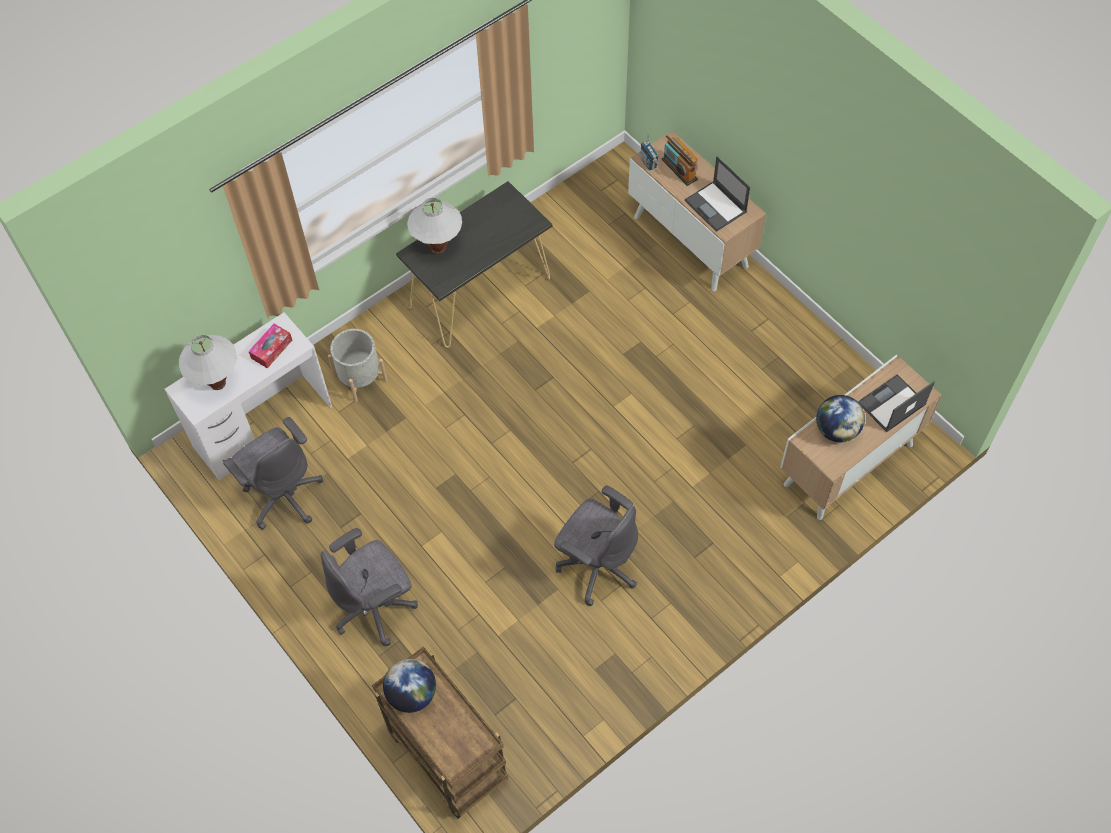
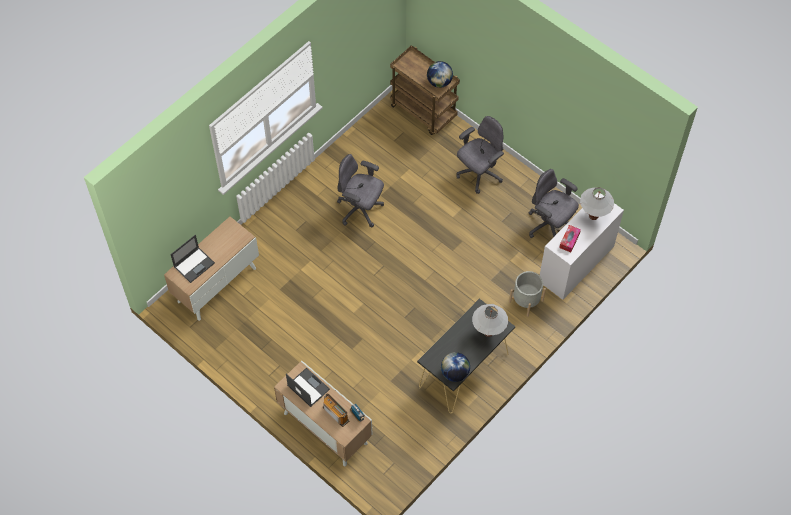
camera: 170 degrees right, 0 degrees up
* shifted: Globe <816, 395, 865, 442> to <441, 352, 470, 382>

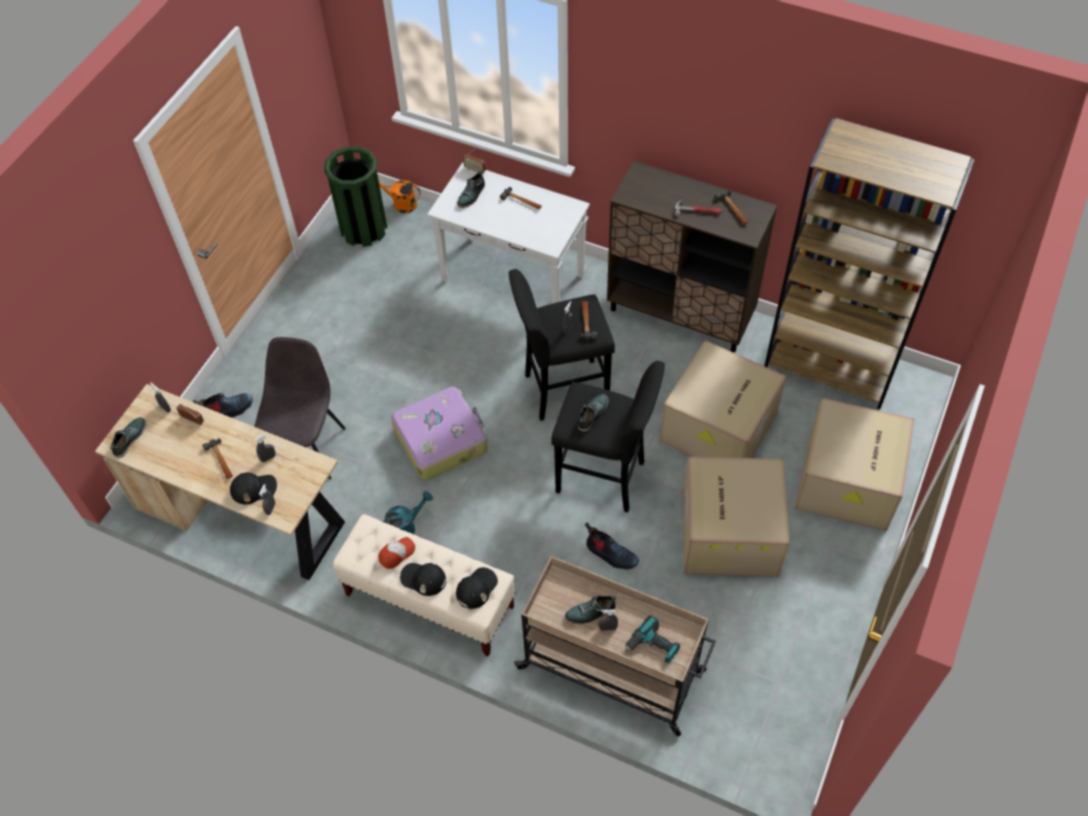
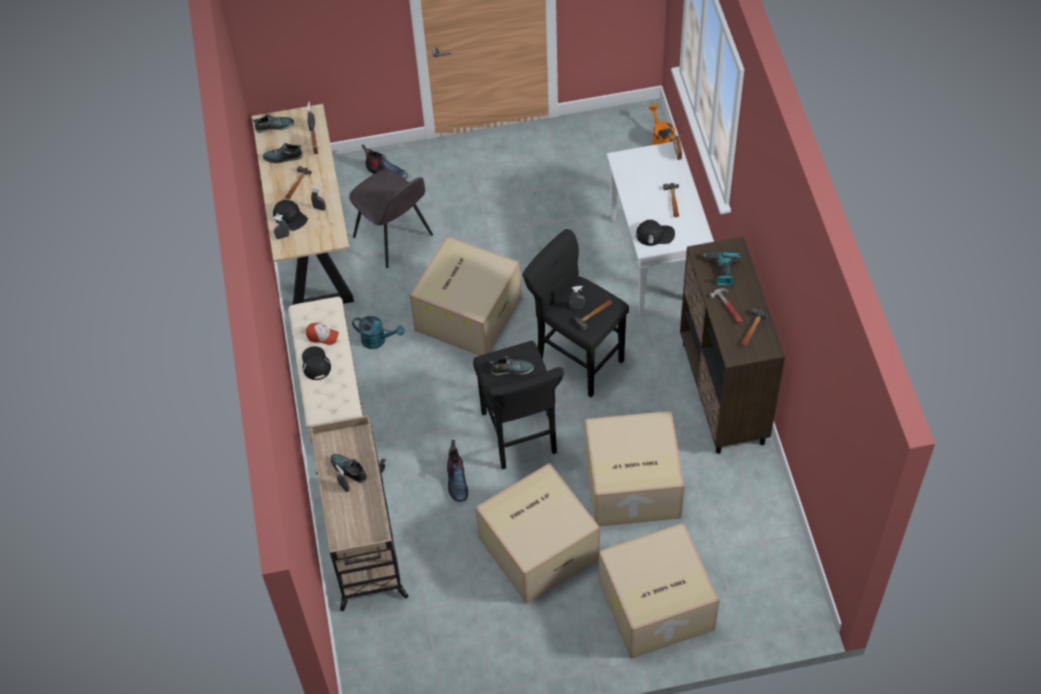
camera: 55 degrees right, 0 degrees up
* gone: BrownBookcase <764, 118, 975, 409>
* gone: GreenTrashCan <324, 147, 387, 247>
* shifted: Shoe <457, 170, 485, 208> to <263, 143, 303, 163>
* rotated: GreyChair <254, 337, 346, 479> = <349, 169, 433, 268> 75 degrees clockwise
* swapped: Suitcase <391, 387, 488, 481> to CardboardBox <410, 236, 522, 356>
* shifted: BlackCap <456, 567, 498, 609> to <636, 220, 675, 246>
* shifted: PowerDrill <625, 615, 680, 663> to <702, 251, 741, 286>

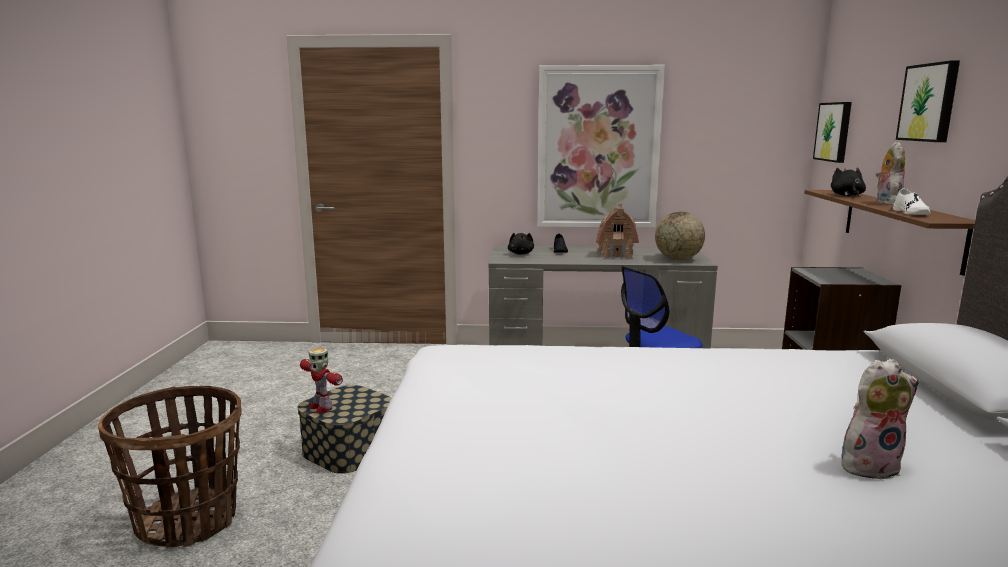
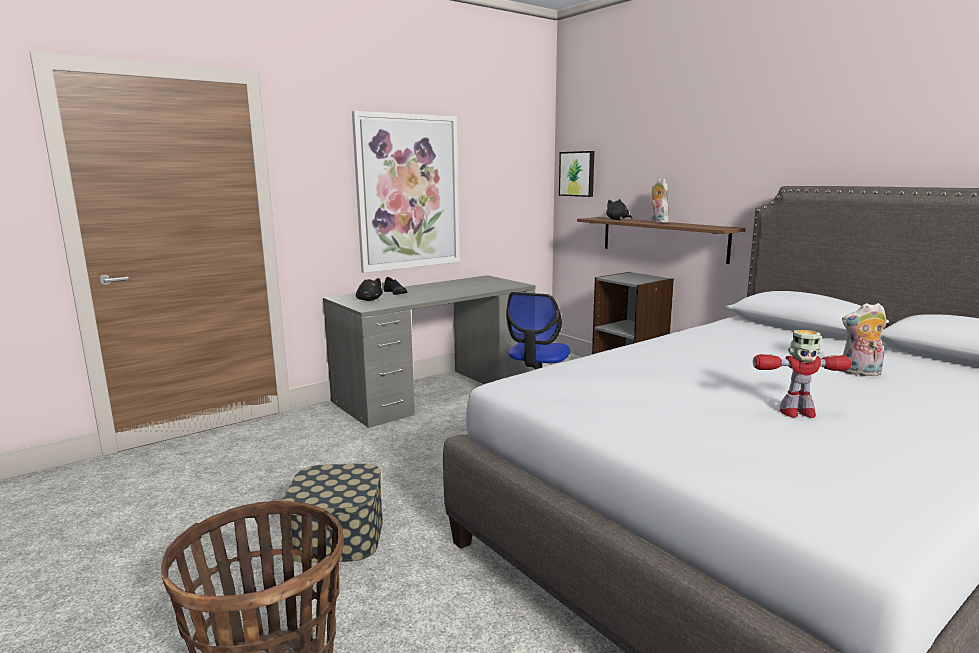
camera: 40 degrees left, 0 degrees up
* gone: Picture <896, 60, 960, 142>
* gone: WhiteShoe <893, 188, 930, 215>
* gone: ToyHouse <596, 203, 639, 258>
* gone: Globe <655, 212, 705, 260>
* shifted: ToyRobot <300, 348, 343, 413> to <753, 330, 852, 418>
* rotated: PlushToy <841, 359, 918, 481> = <842, 303, 887, 376> 120 degrees counterclockwise

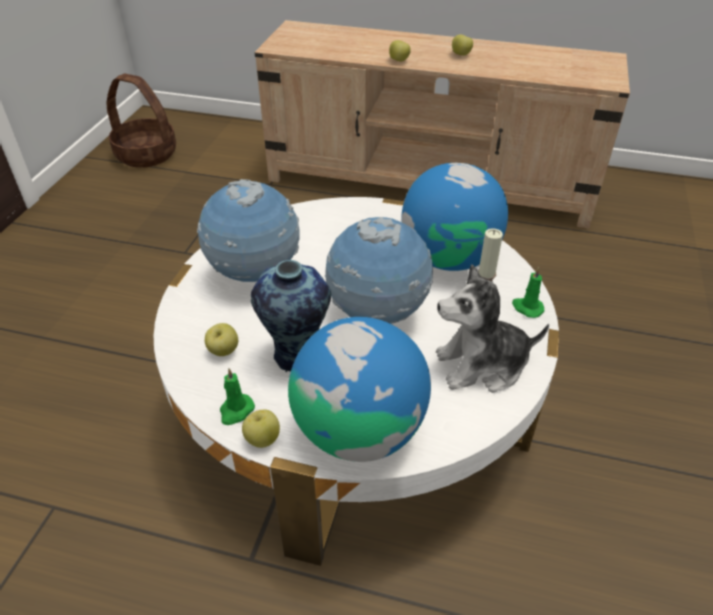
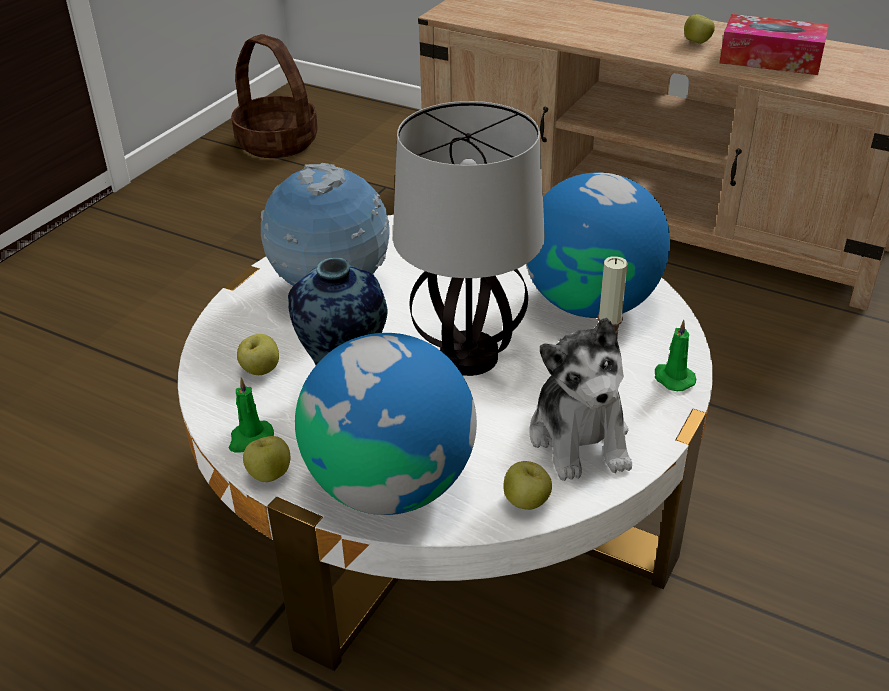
camera: 15 degrees right, 5 degrees down
* shifted: Apple <389, 40, 411, 62> to <503, 461, 552, 510>
* swapped: Globe <325, 217, 433, 324> to TableLamp <393, 101, 545, 376>
* rotated: PlushToy <436, 264, 549, 393> = <529, 318, 632, 481> 105 degrees counterclockwise
* new: TissueBox <719, 14, 829, 75>

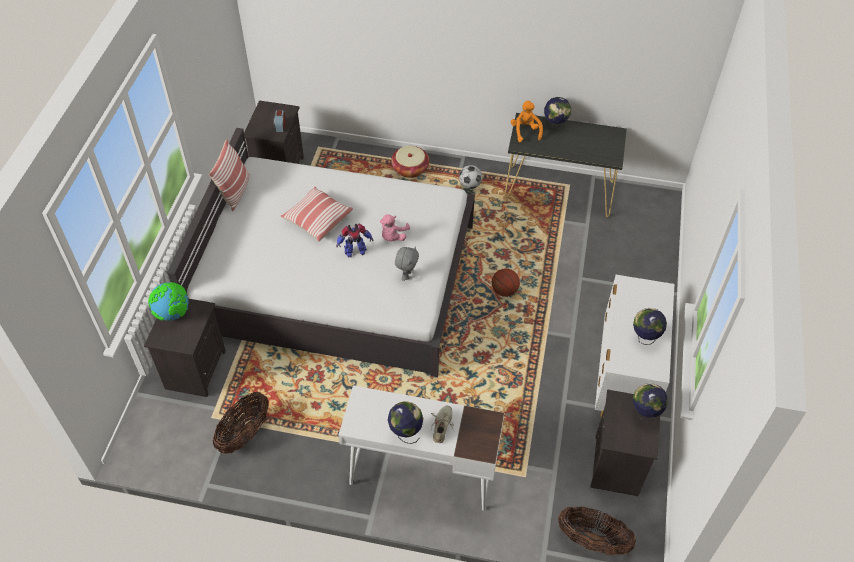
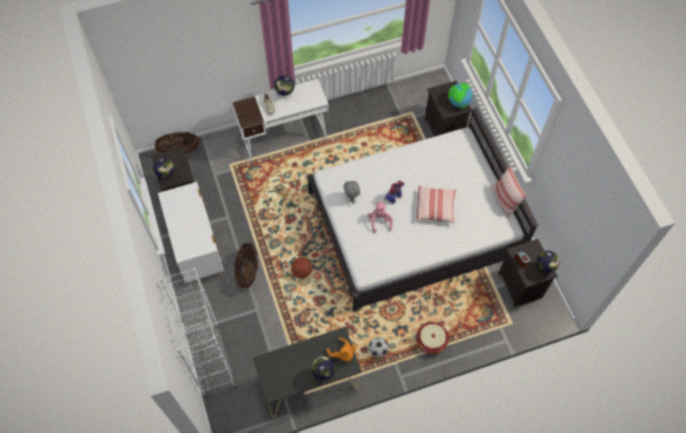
camera: 150 degrees right, 10 degrees up
* shifted: Globe <633, 308, 667, 345> to <537, 251, 560, 278>
* shifted: Basket <213, 392, 269, 454> to <234, 243, 258, 288>
* new: WhiteBookcase <159, 268, 236, 398>

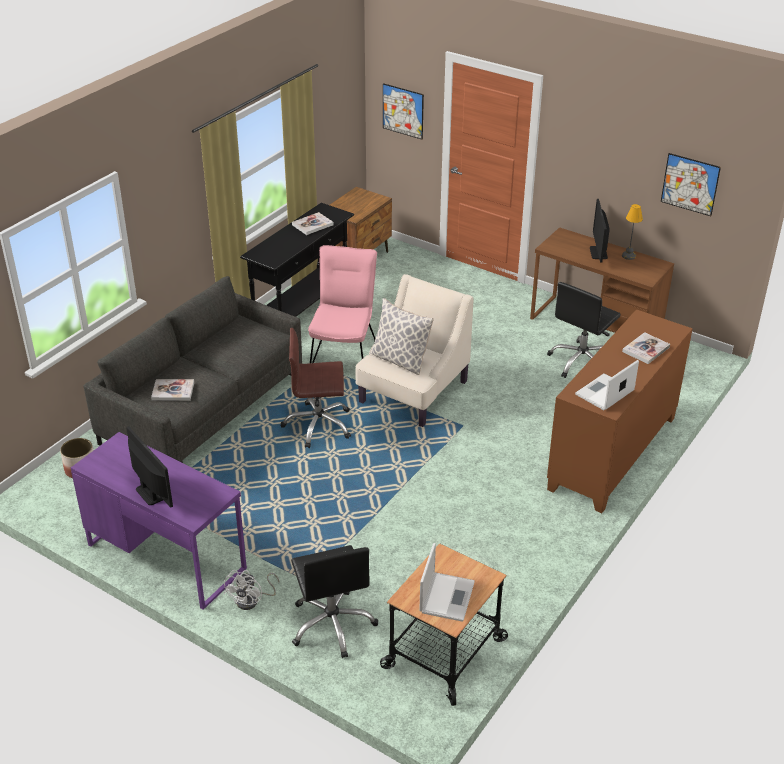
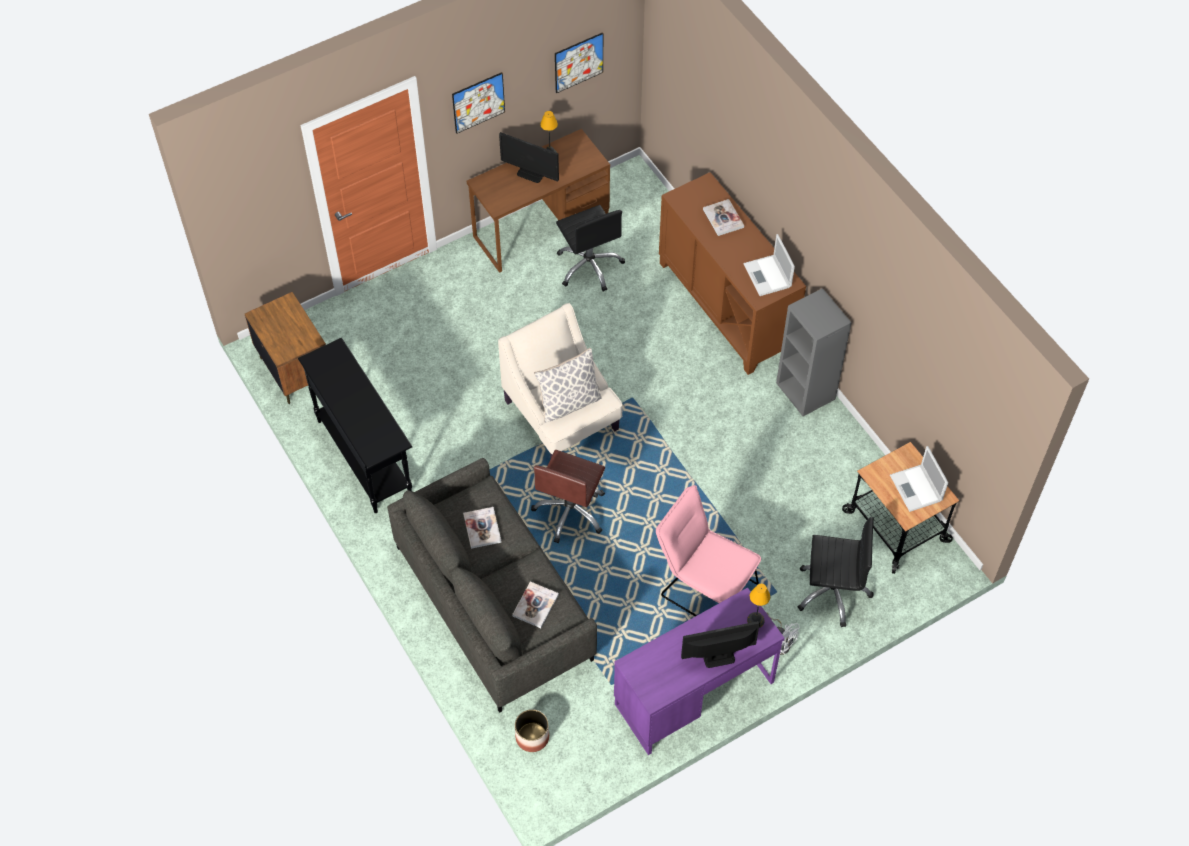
camera: 65 degrees left, 20 degrees up
* shifted: Picture <383, 83, 424, 140> to <452, 72, 505, 134>
* shifted: Book <292, 212, 334, 235> to <463, 507, 502, 549>
* shifted: PinkChair <308, 245, 377, 363> to <656, 485, 761, 616>
* rotated: Laptop <419, 543, 475, 622> = <890, 446, 948, 512> 150 degrees counterclockwise
* new: GreyBookcase <776, 288, 852, 416>
* new: TableLamp <747, 584, 770, 628>

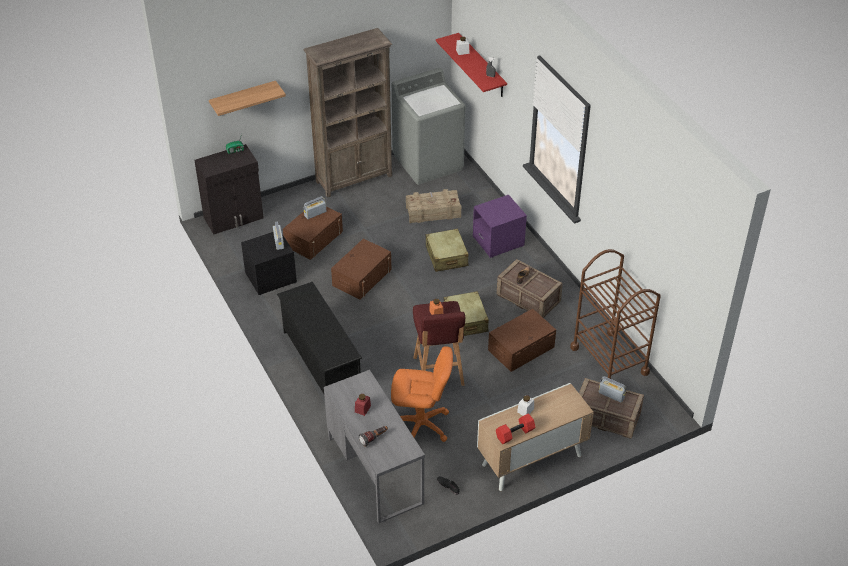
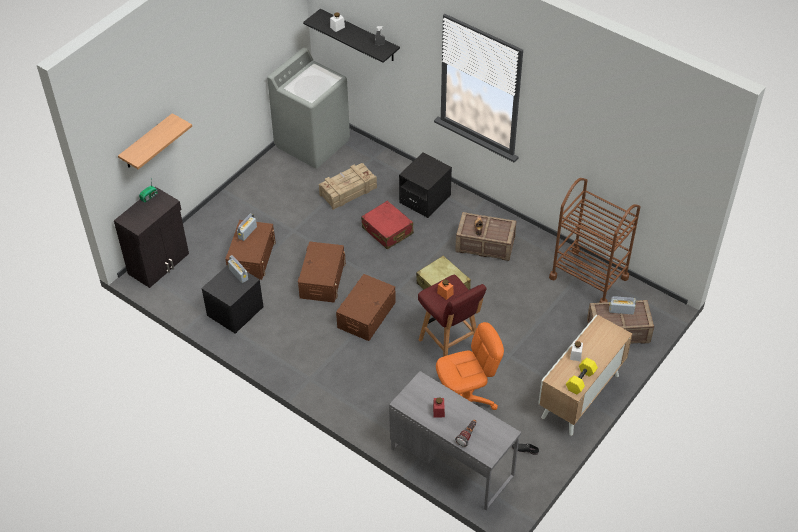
camera: 25 degrees left, 5 degrees up
* gone: BrownBookcase <304, 28, 392, 198>
* repainted: RedShelf <436, 33, 507, 97> to BlackShelf <303, 9, 400, 63>
* repainted: PurpleNightstand <473, 195, 527, 258> to BlackNightstand <399, 152, 452, 218>
* repainted: BeigeSuitcase <426, 229, 468, 272> to RedSuitcase <361, 201, 414, 249>
* gone: BlackShoeRack <277, 282, 362, 394>
* shifted: BrownStorageBox <488, 309, 556, 372> to <336, 274, 396, 341>
* repainted: RedDumbbell <496, 414, 536, 444> to YellowDumbbell <566, 358, 598, 395>

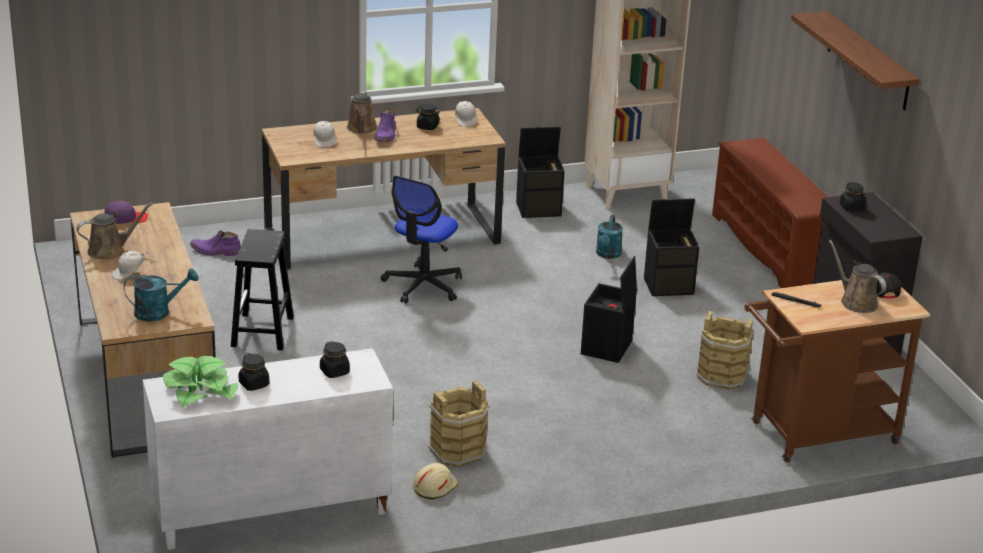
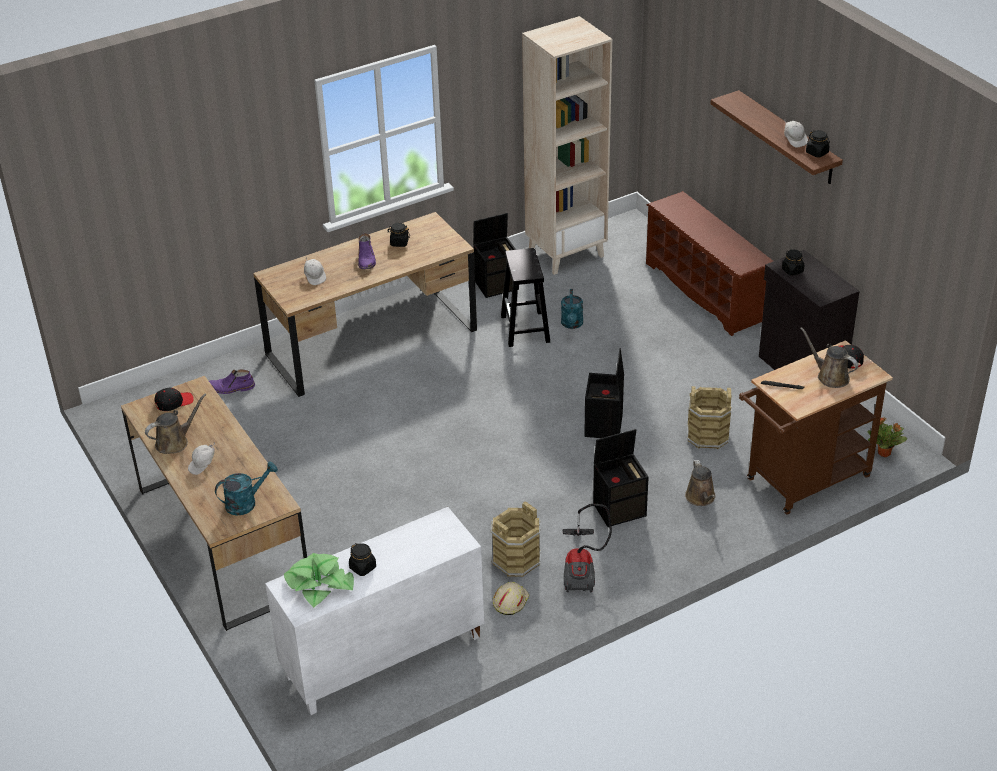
camera: 10 degrees left, 10 degrees up
* shifted: BrownWateringCan <346, 91, 377, 134> to <685, 460, 716, 506>
* shifted: WhiteCap <455, 100, 477, 127> to <784, 120, 808, 147>
* gone: OfficeChair <381, 176, 462, 303>
* shifted: BlackStorageBox <644, 198, 699, 296> to <593, 429, 649, 527>
* repainted: PurpleCap <104, 201, 148, 224> to BlackCap <155, 388, 194, 411>
* shifted: BlackStool <231, 229, 294, 350> to <501, 248, 550, 347>
* shifted: BlackJar <320, 341, 350, 378> to <806, 130, 830, 157>
* new: PottedPlant <868, 418, 907, 457>
* new: VacuumCleaner <563, 503, 612, 592>

